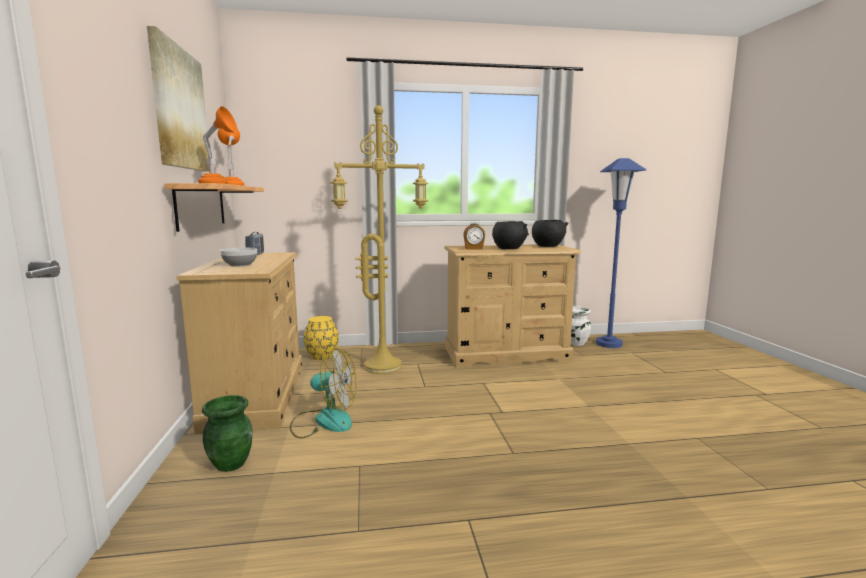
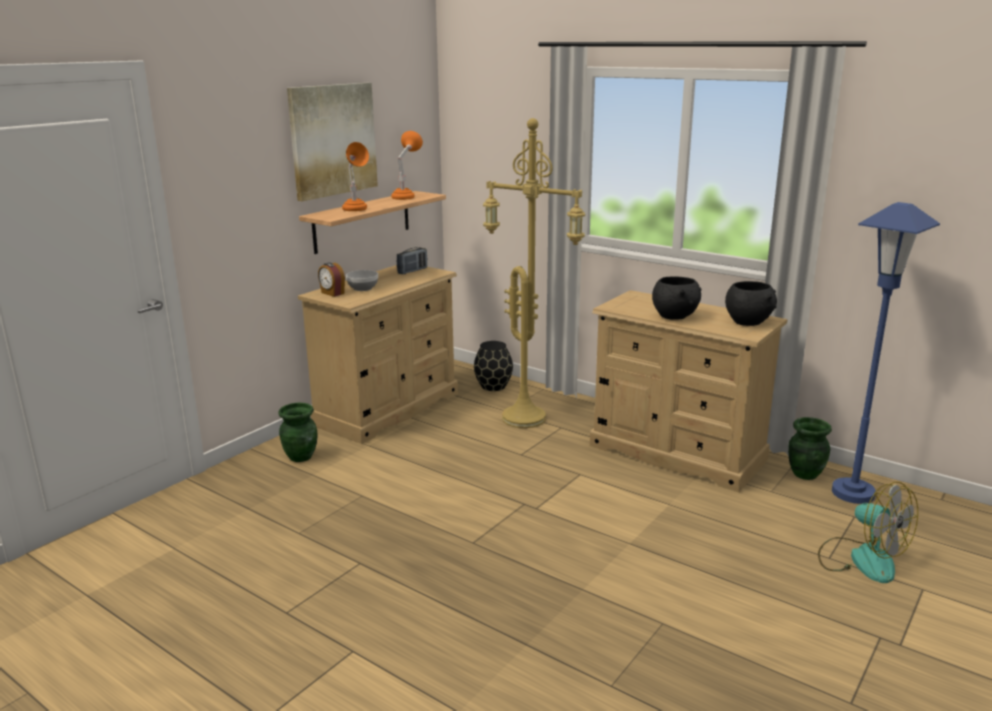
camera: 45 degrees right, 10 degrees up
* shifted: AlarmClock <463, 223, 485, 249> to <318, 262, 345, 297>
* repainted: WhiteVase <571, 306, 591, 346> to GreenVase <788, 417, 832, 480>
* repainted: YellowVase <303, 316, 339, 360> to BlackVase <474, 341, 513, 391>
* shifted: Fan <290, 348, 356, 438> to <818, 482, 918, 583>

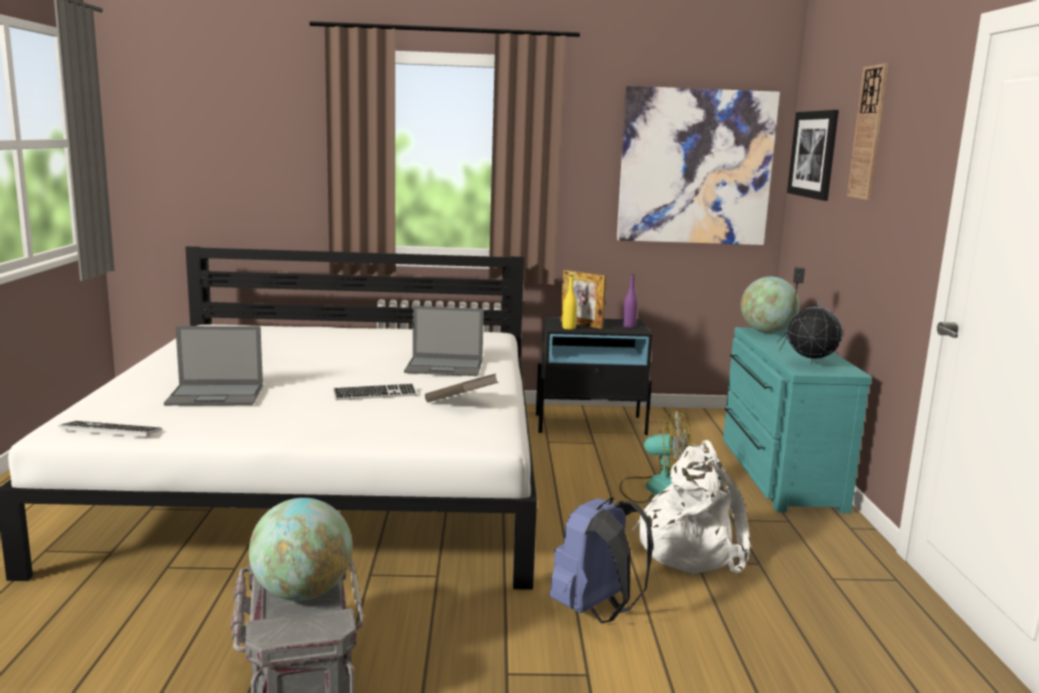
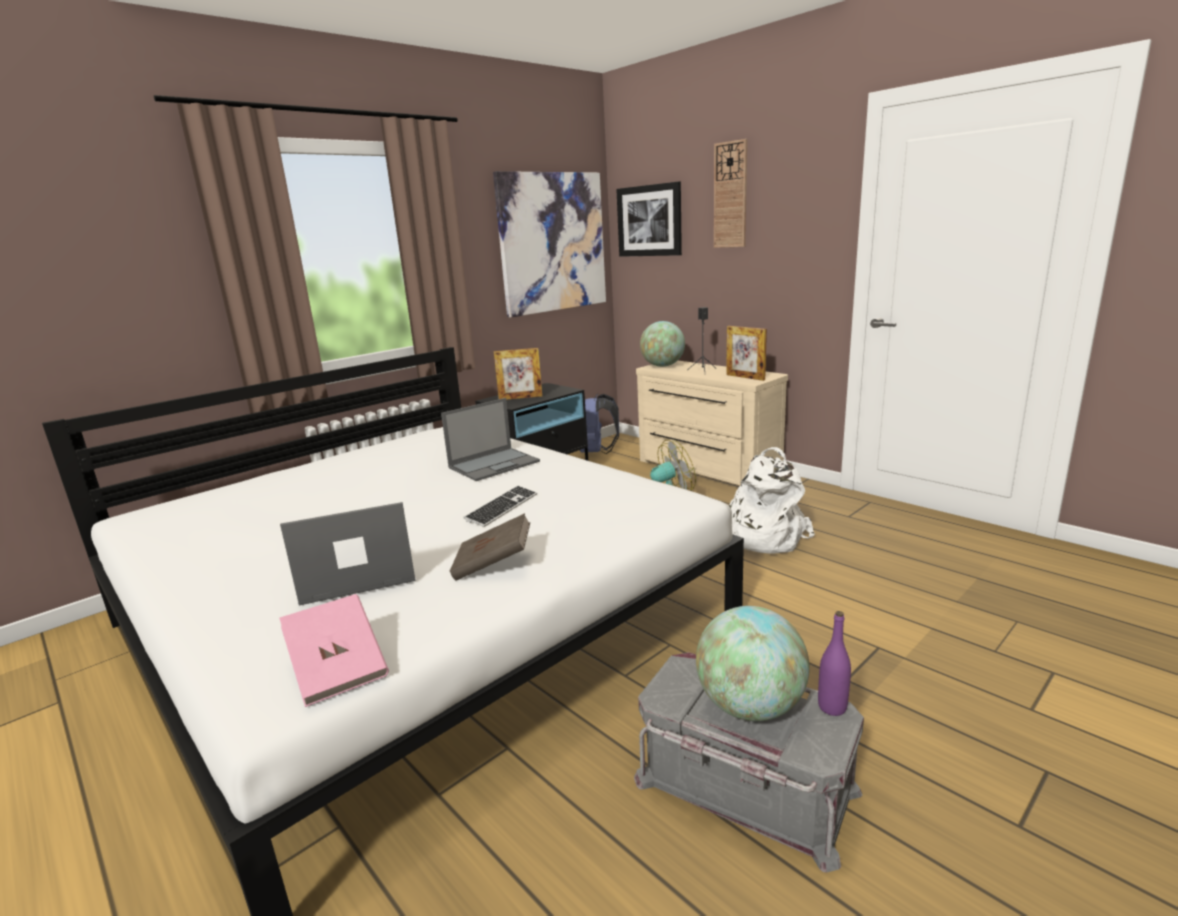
camera: 40 degrees left, 5 degrees up
* shifted: PurpleBottle <623, 274, 638, 328> to <818, 611, 851, 716>
* gone: YellowBottle <562, 275, 577, 330>
* swapped: Globe <788, 301, 843, 365> to PictureFrame <726, 326, 767, 381>
* rotated: Laptop <164, 326, 263, 406> = <280, 502, 415, 605> 150 degrees counterclockwise
* repainted: TurquoiseDresser <723, 327, 872, 514> to BeigeDresser <636, 361, 788, 485>
* shifted: BrownBook <425, 374, 499, 402> to <450, 513, 530, 581>
* swapped: Keyboard <58, 421, 162, 437> to PinkBook <279, 594, 389, 707>
* shifted: BlueBackpack <550, 497, 654, 623> to <580, 394, 619, 454>

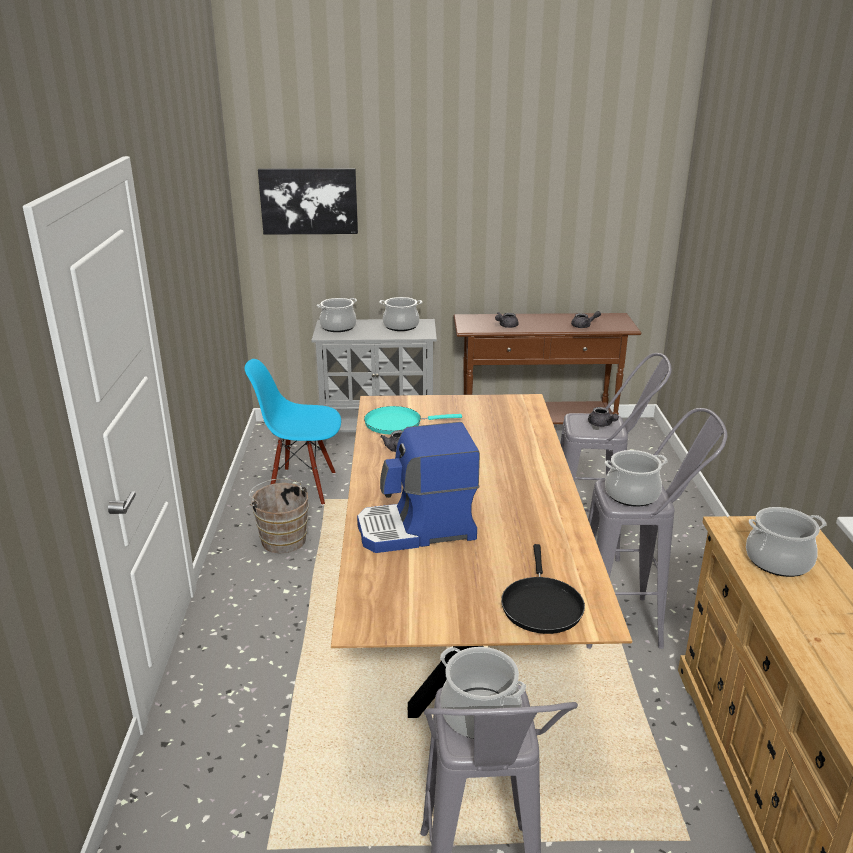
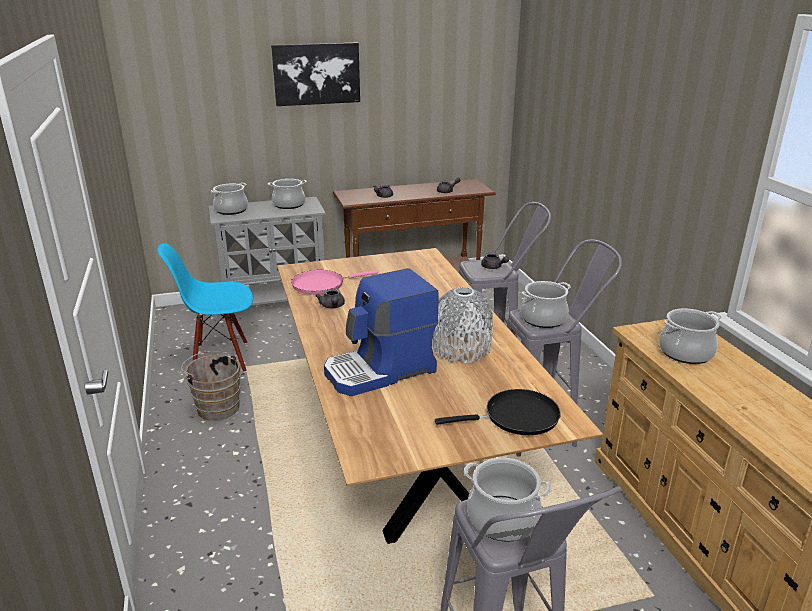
camera: 15 degrees left, 0 degrees up
* shifted: Picture <258, 168, 358, 235> to <271, 42, 360, 106>
* repainted: TurquoiseFryingPan <364, 406, 462, 435> to PinkFryingPan <291, 270, 378, 295>
* rotated: BlackFryingPan <501, 544, 585, 634> = <435, 389, 561, 435> 90 degrees counterclockwise
* new: GreyVase <432, 287, 493, 364>

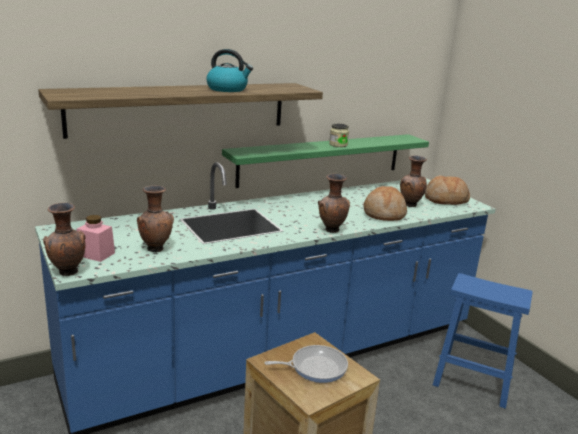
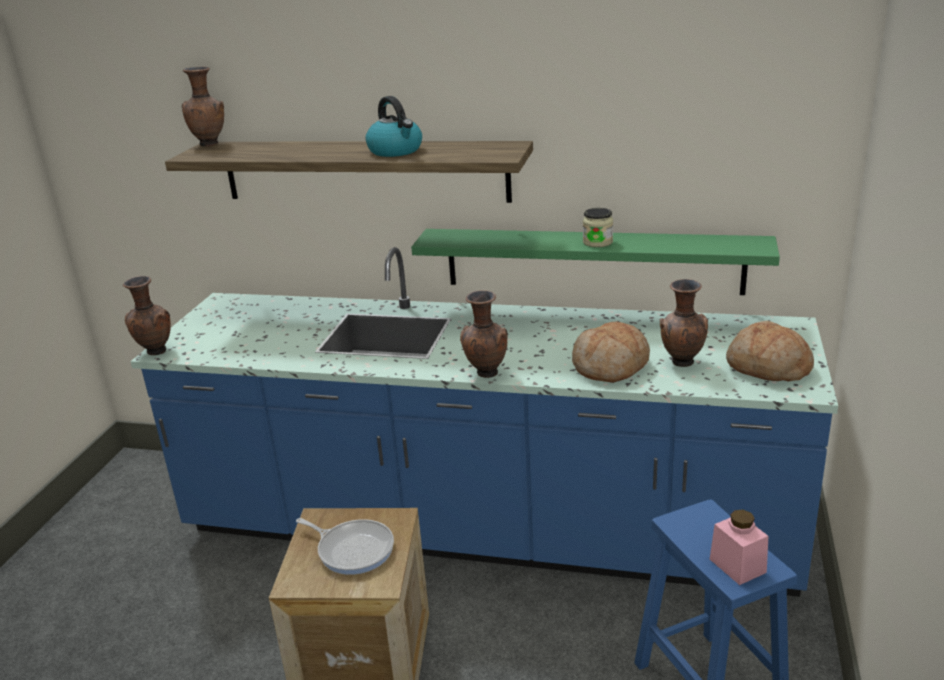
camera: 45 degrees right, 5 degrees up
* shifted: BrownVase <137, 185, 174, 252> to <182, 66, 224, 147>
* shifted: PinkJar <76, 215, 115, 262> to <710, 510, 768, 585>

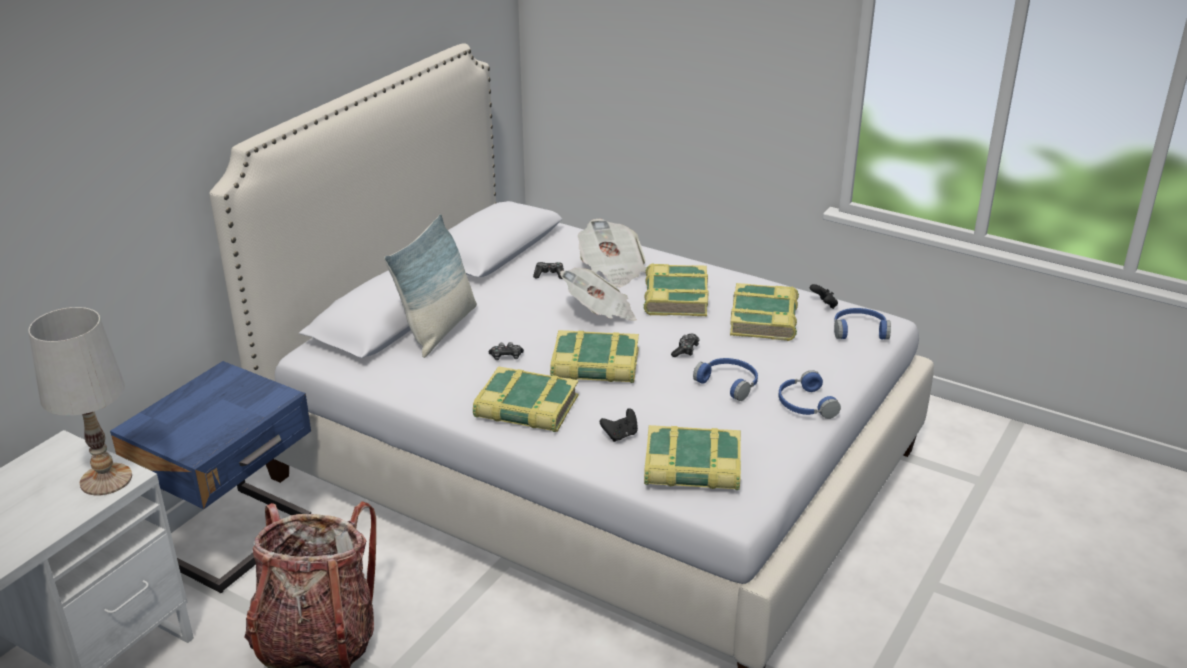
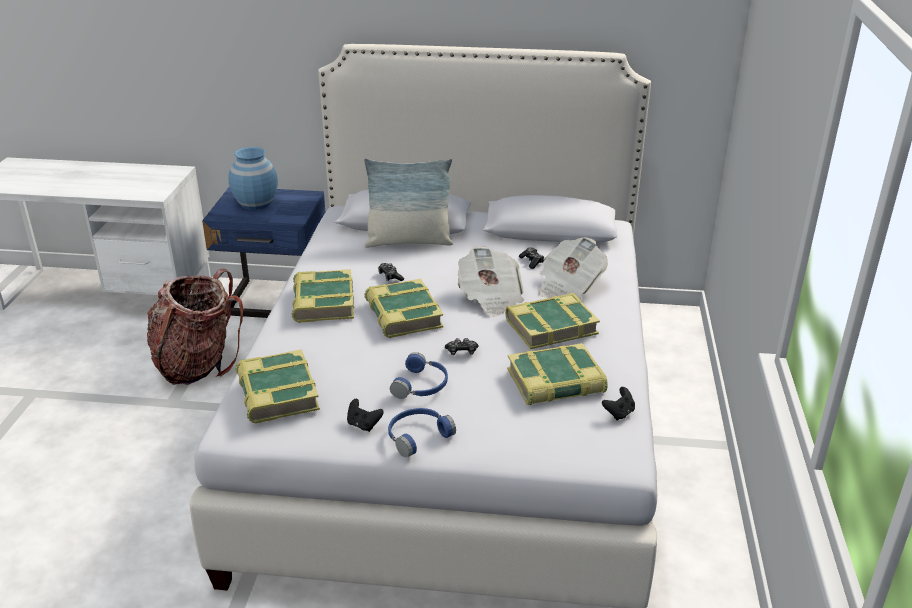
camera: 65 degrees right, 0 degrees up
* gone: WhiteTableLamp <28, 307, 132, 496>
* gone: BlueHeadphones <834, 308, 891, 339>
* shifted: BlackGameController <600, 408, 638, 442> to <347, 399, 384, 432>
* new: BlueVase <228, 147, 278, 210>

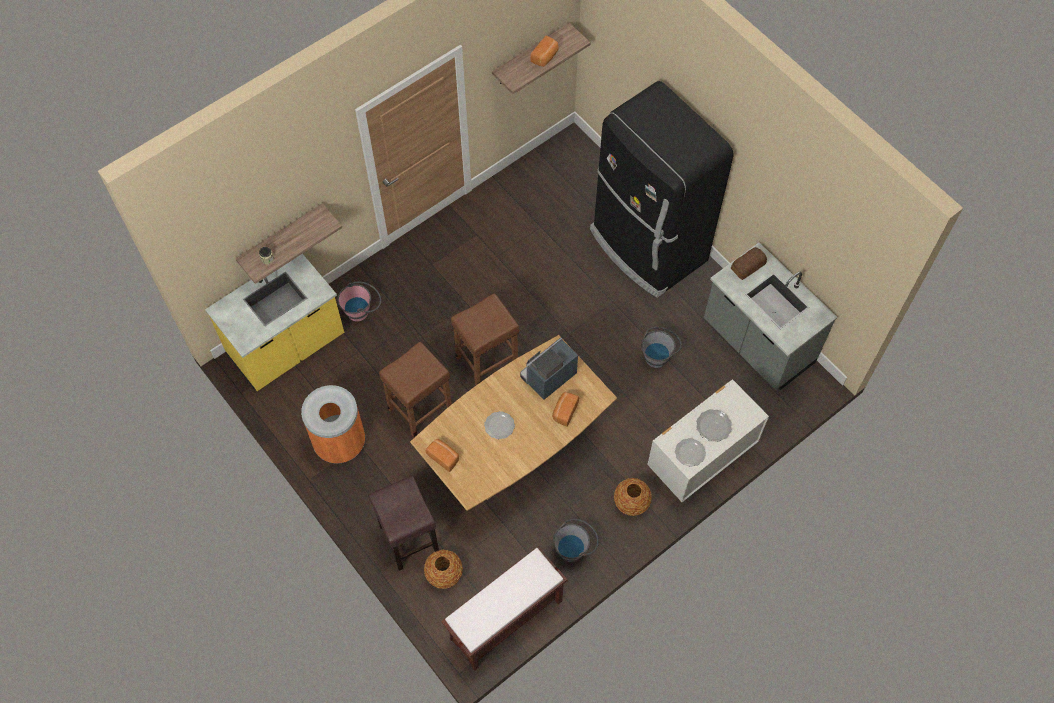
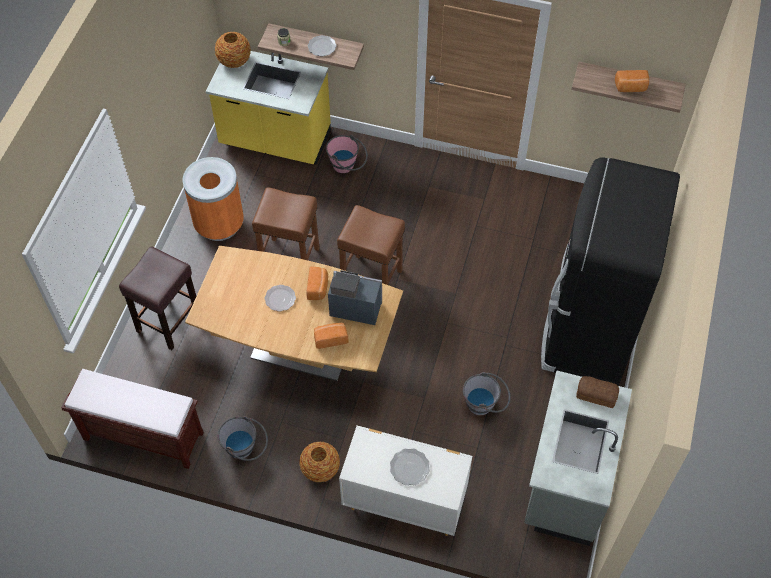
camera: 55 degrees right, 5 degrees down
* shifted: Plate <675, 438, 706, 467> to <308, 35, 336, 56>
* shifted: Bread <425, 439, 459, 472> to <306, 267, 328, 300>
* shifted: Vase <424, 550, 463, 589> to <215, 32, 251, 68>

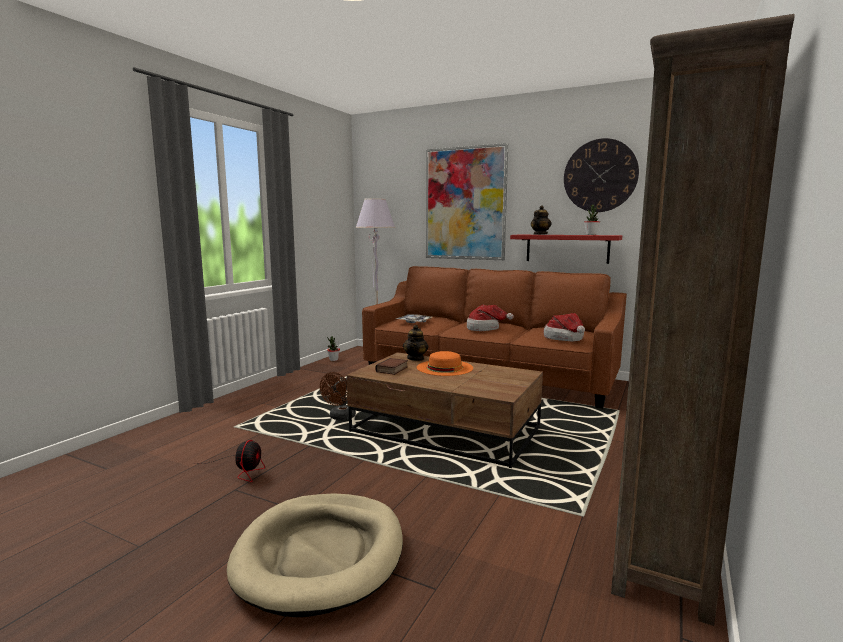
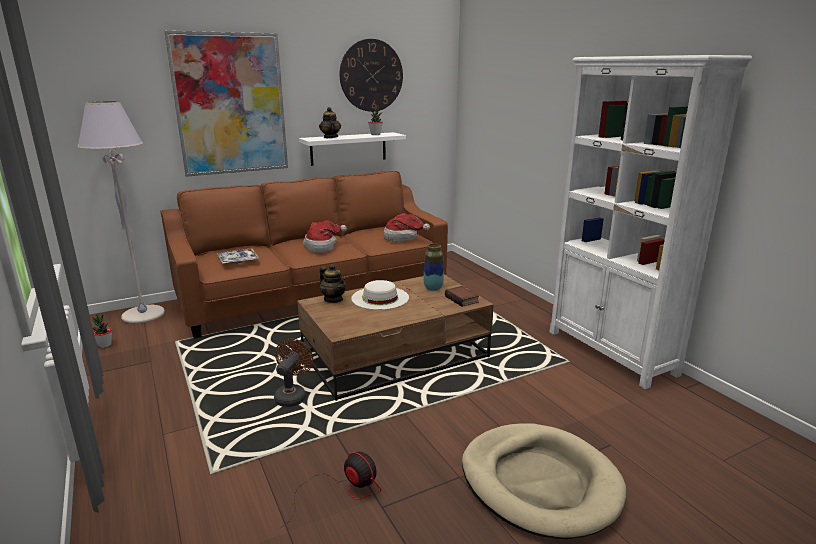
camera: 55 degrees left, 10 degrees up
* repainted: BrownBookcase <611, 14, 795, 626> to WhiteBookcase <549, 55, 752, 389>
* repainted: RedShelf <510, 235, 622, 264> to WhiteShelf <299, 132, 406, 166>
* repainted: OrangeHat <417, 351, 473, 376> to WhiteHat <351, 280, 409, 310>
* shifted: Book <375, 358, 408, 375> to <445, 286, 479, 307>
* rotated: BrownFan <320, 372, 356, 420> = <274, 339, 313, 407> 135 degrees counterclockwise
* new: Vase <423, 243, 444, 291>

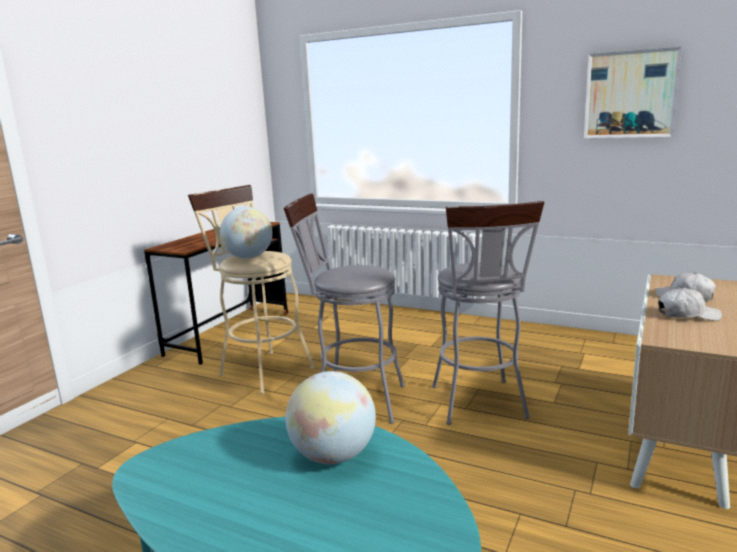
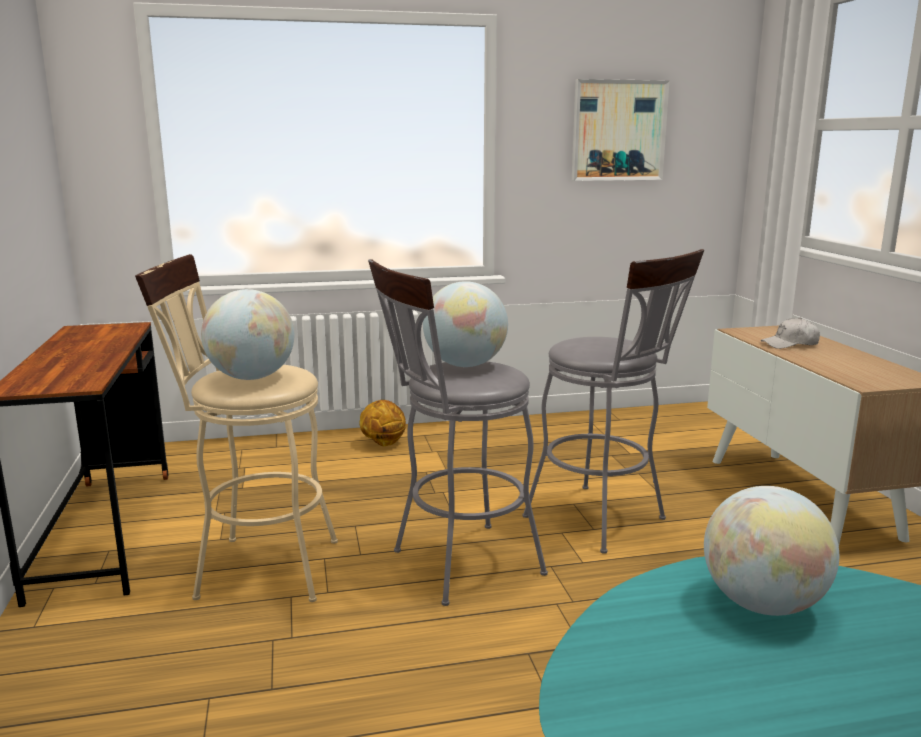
camera: 40 degrees left, 0 degrees up
* gone: WhiteCap <658, 288, 722, 321>
* new: Globe <423, 281, 508, 367>
* new: Basketball <359, 400, 406, 446>

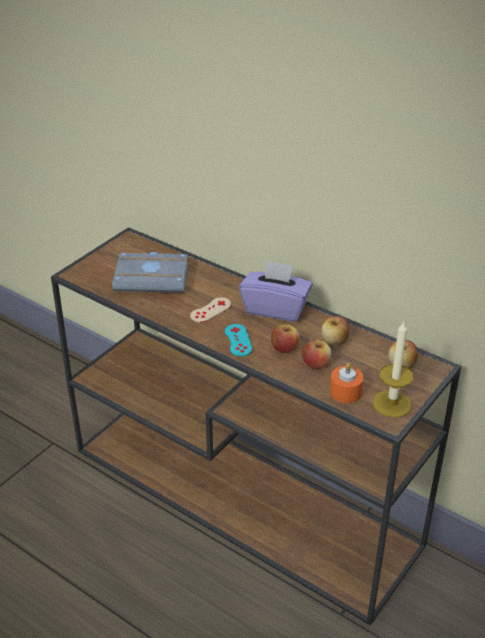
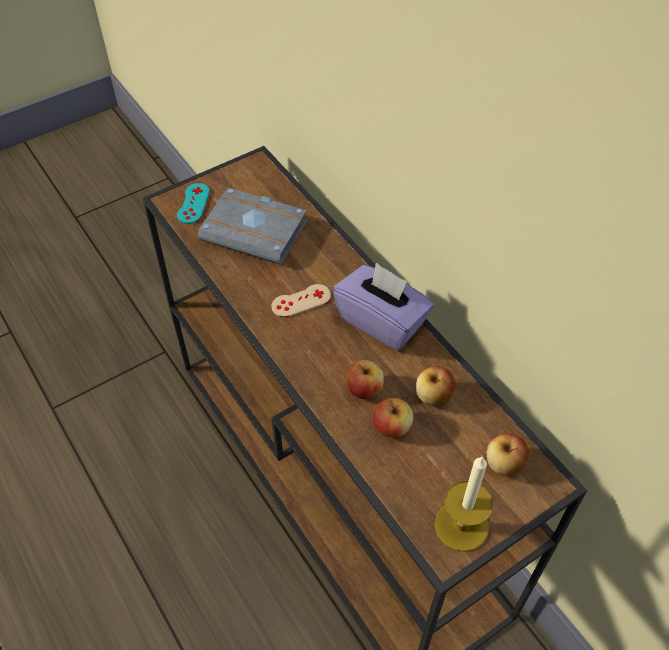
camera: 20 degrees right, 15 degrees up
* shifted: TurquoiseGameController <225, 324, 253, 356> to <177, 183, 210, 224>
* gone: OrangeCandle <330, 363, 364, 403>

